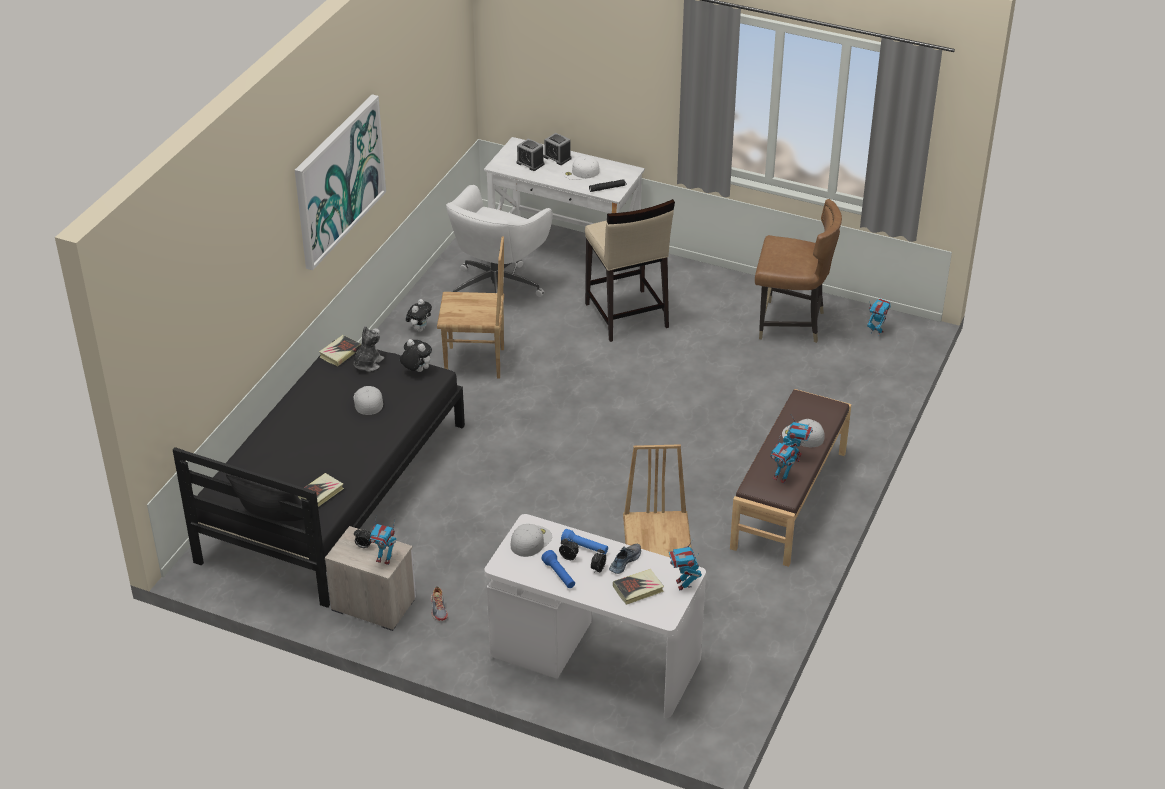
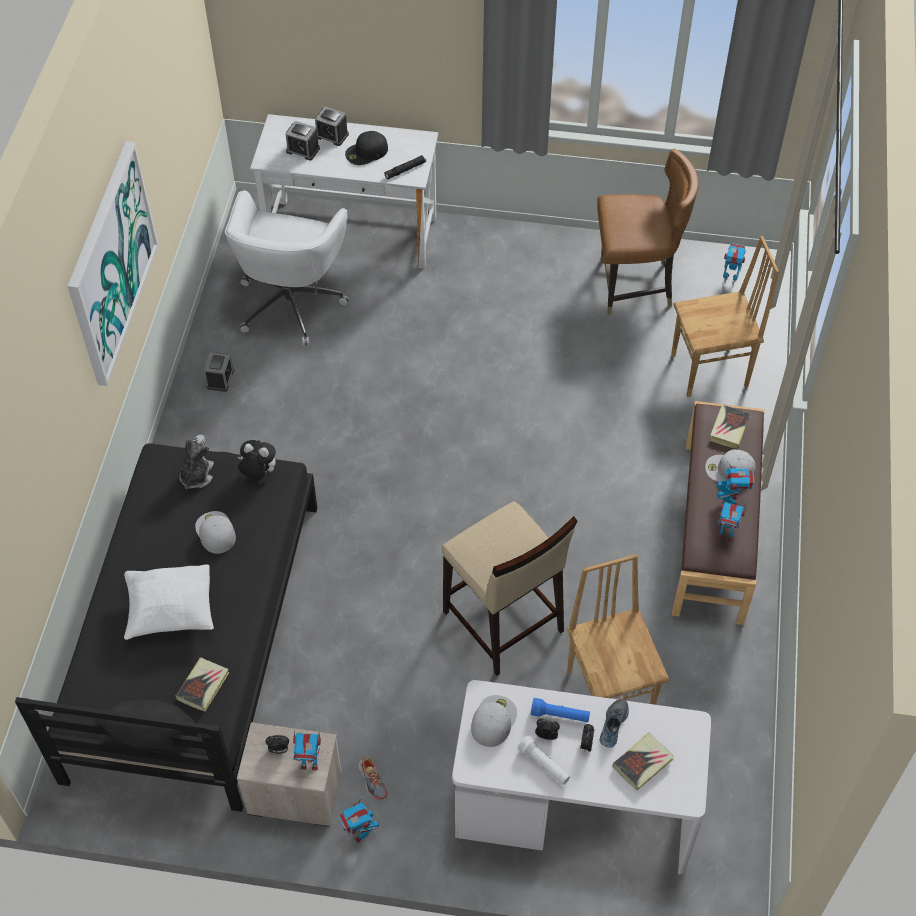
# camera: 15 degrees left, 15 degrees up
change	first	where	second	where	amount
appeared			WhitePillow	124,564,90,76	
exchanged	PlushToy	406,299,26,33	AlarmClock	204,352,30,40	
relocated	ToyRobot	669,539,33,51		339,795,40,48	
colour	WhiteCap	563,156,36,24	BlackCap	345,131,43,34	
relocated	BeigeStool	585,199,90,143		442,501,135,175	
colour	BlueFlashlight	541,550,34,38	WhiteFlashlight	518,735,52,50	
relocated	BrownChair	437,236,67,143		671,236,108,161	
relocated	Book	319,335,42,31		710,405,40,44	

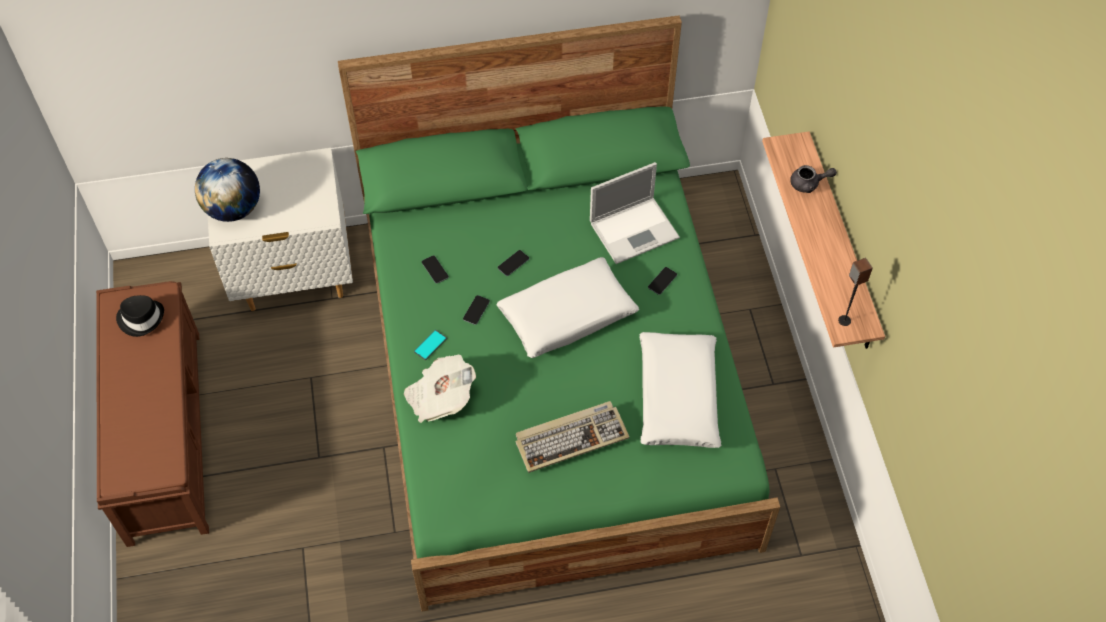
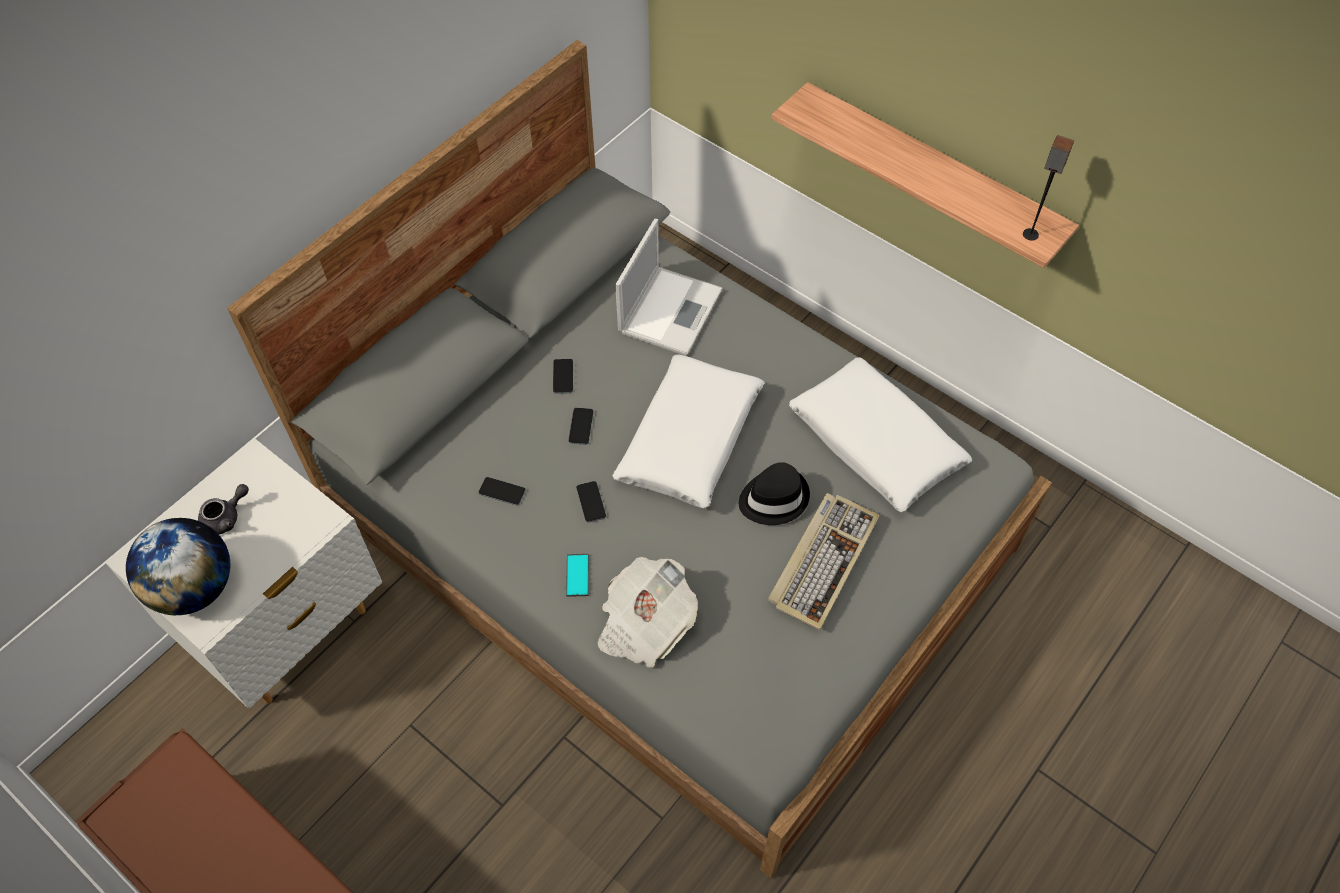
# camera: 40 degrees left, 0 degrees up
change	first	where	second	where	amount
relocated	GreyTeapot	790,165,47,28		198,484,51,51	
colour	GreenBed	338,15,442,596	GreyBed	227,40,825,838	
relocated	Phone	648,267,29,28		553,359,20,35	
relocated	BlackHat	116,295,48,42		739,462,71,63	

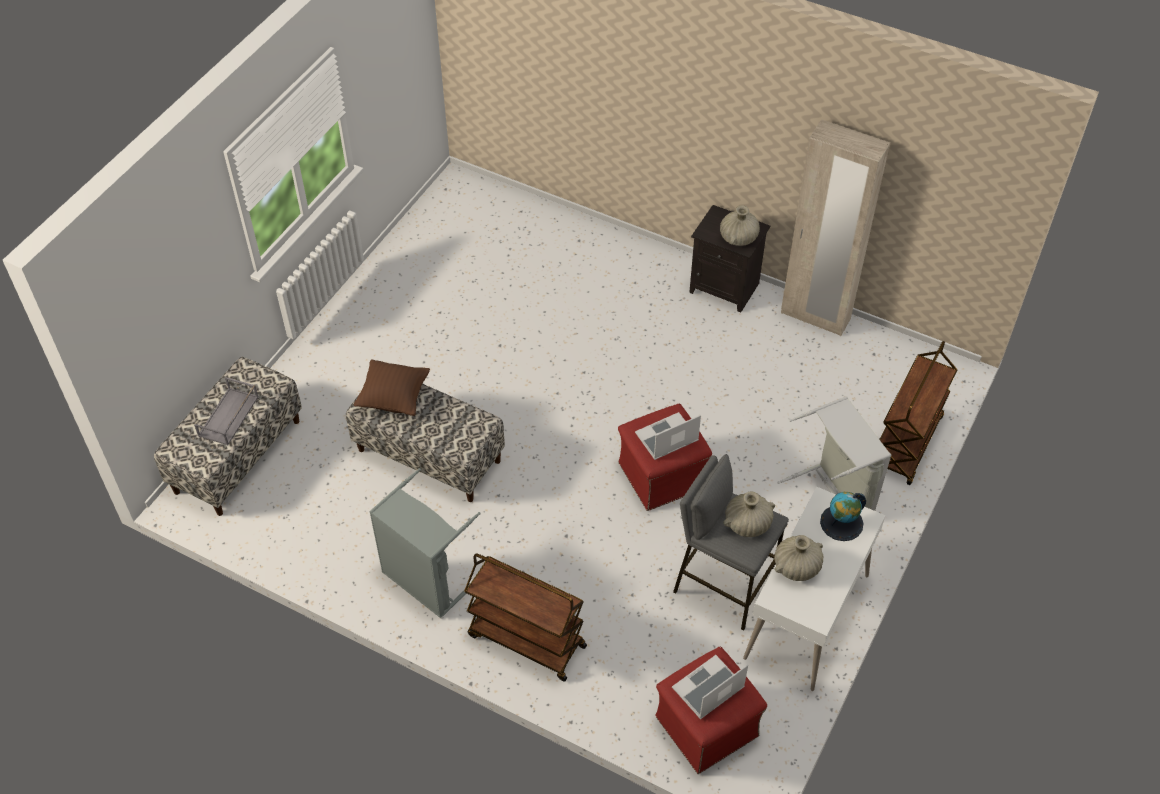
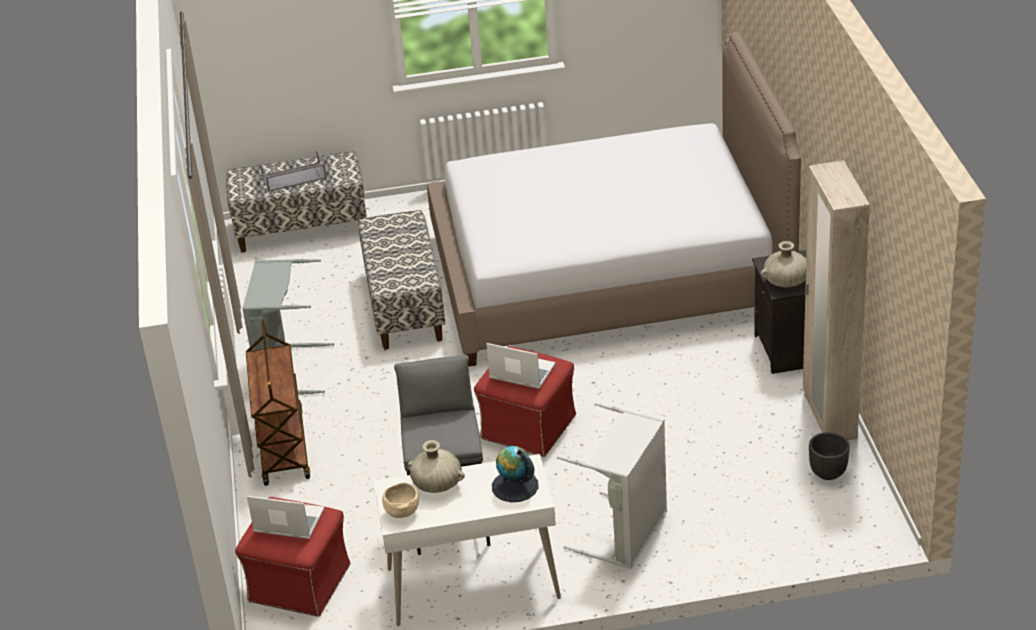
# camera: 55 degrees right, 15 degrees down
change	first	where	second	where	amount
appeared			BeigeBowl	382,482,37,36	
appeared			Bed	427,32,374,335	
appeared			BlackPlanter	809,432,41,48	
missing	BrownPillow	354,359,76,57			
missing	BeigeVase	723,491,52,46			
missing	BrownCart	879,341,79,144			

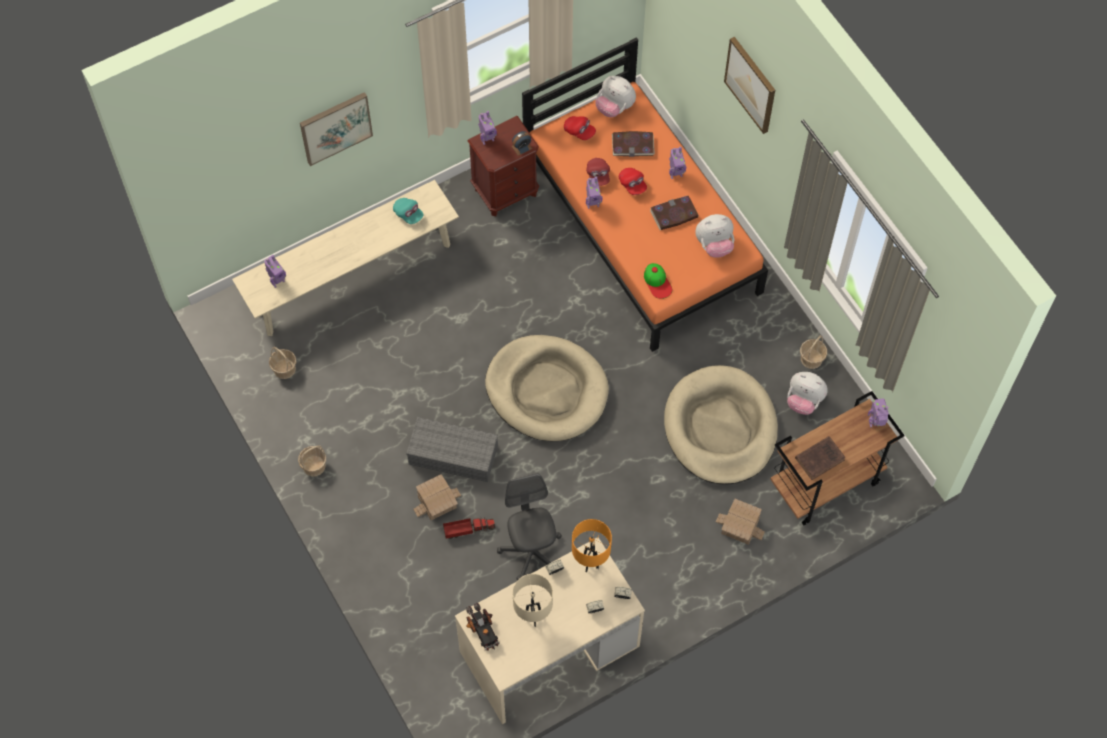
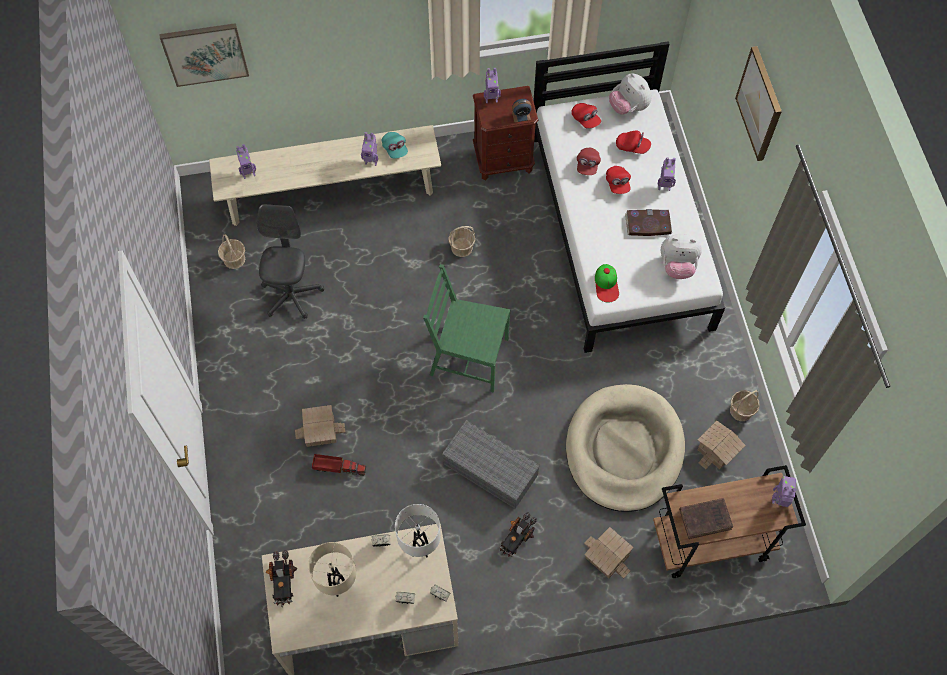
# camera: 20 degrees right, 0 degrees up
change	first	where	second	where	amount
relocated	Picture	300,92,73,74		159,23,90,64	
relocated	GreyOfficeChair	497,473,65,107		257,204,67,115	
relocated	ToyRobot	586,177,16,32		361,132,17,34	
colour	OrangeTableLamp	572,519,40,53	WhiteTableLamp	395,504,46,53	
exchanged	BeigeDogBed	485,335,124,106	GreenChair	423,264,87,129	
relocated	GreyStorageBox	406,417,92,65		442,420,98,89	
relocated	Basket	298,446,28,30		448,226,27,31	
appeared			ToyTruck	499,512,38,45	
colour	OrangeBed	522,37,246,315	WhiteBed	533,41,192,312	
exchanged	Book	612,131,43,26	RedCap	616,130,35,24	
exchanged	PlushToy	787,372,41,43	ToyHouse	697,421,49,49	

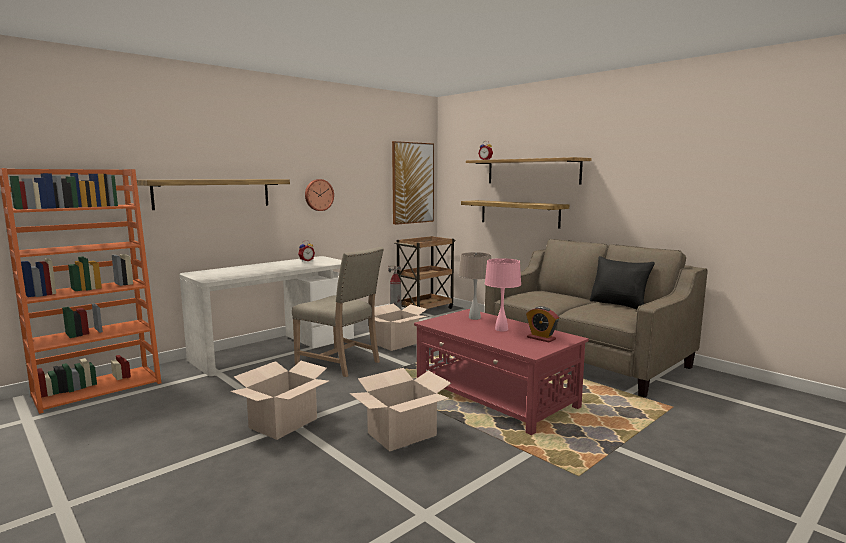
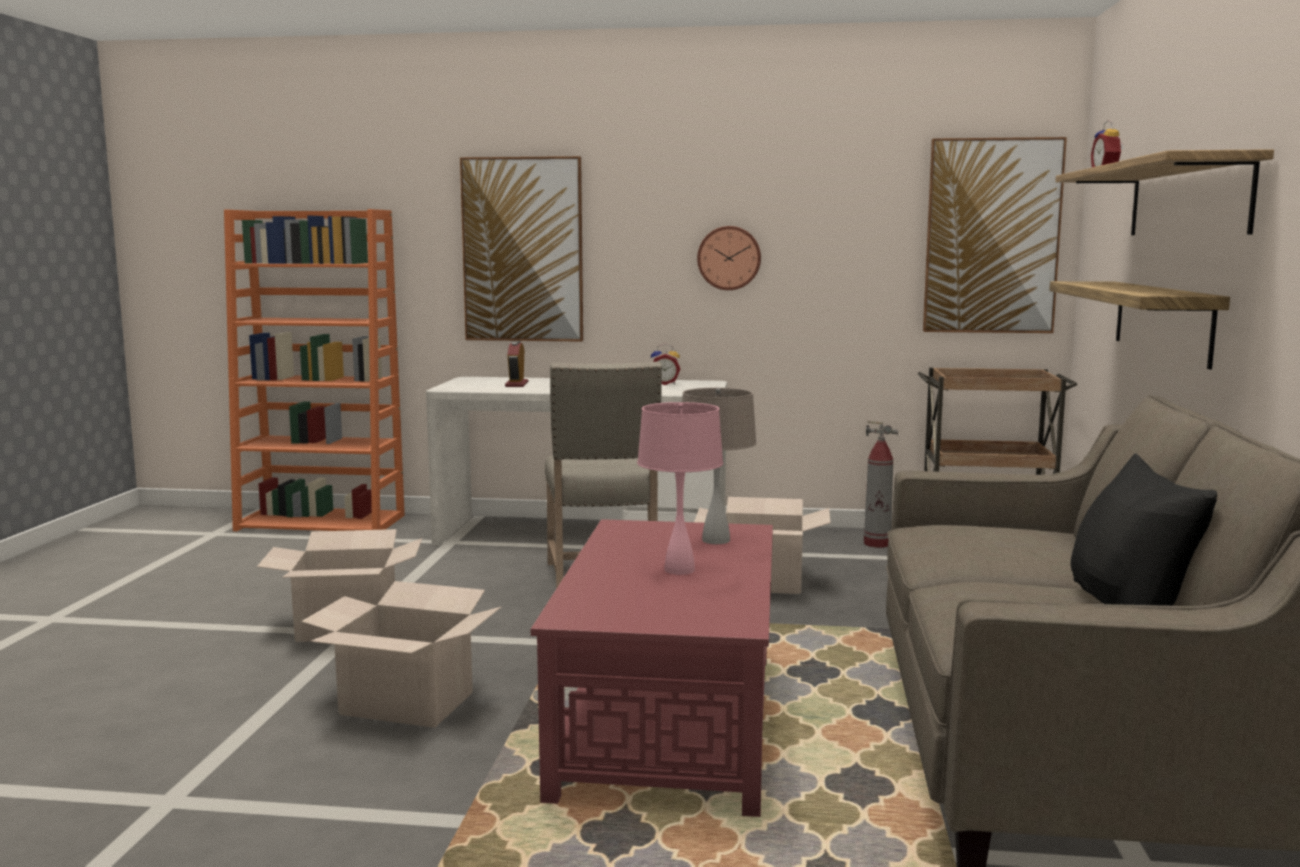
# camera: 50 degrees right, 0 degrees up
change	first	where	second	where	amount
exchanged	Shelf	137,179,153,31	Picture	460,156,123,186	
relocated	AlarmClock	526,306,33,37		505,341,23,46	

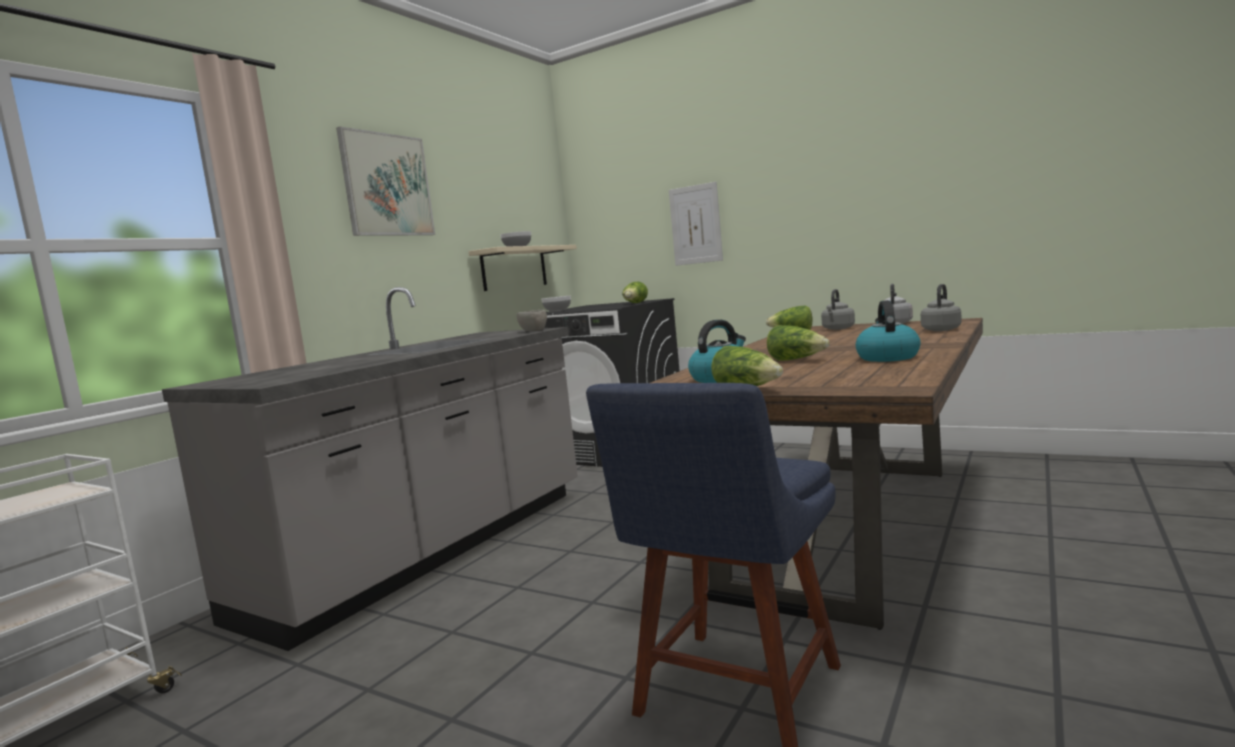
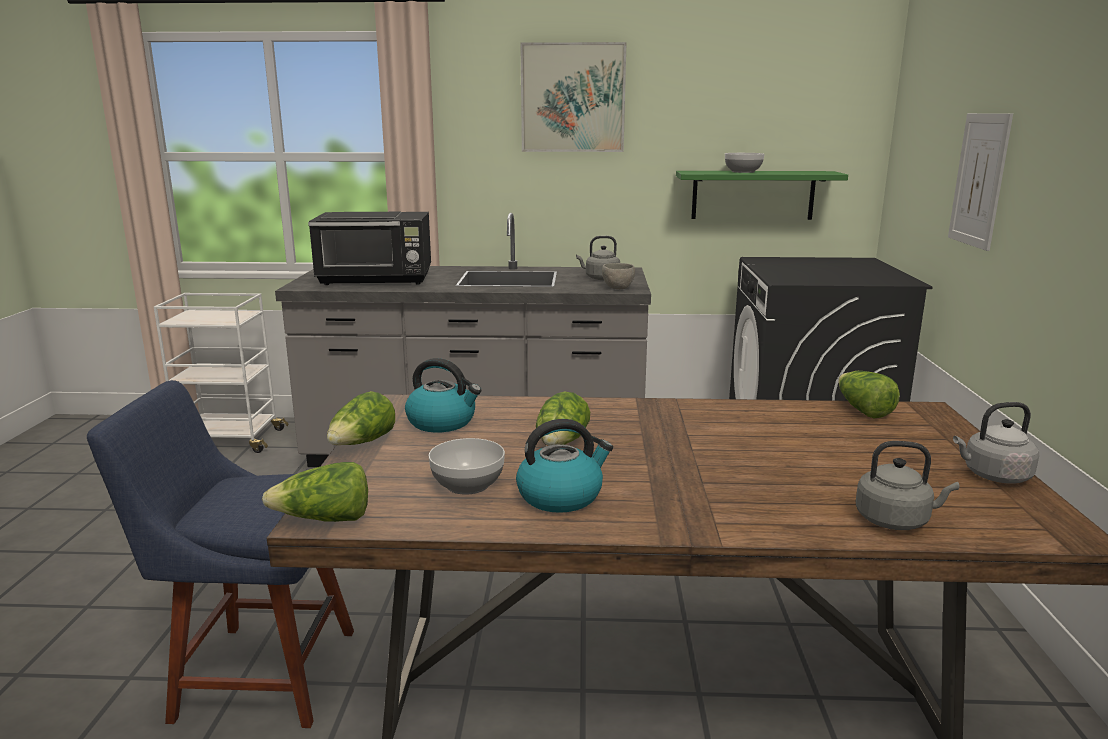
# camera: 60 degrees right, 10 degrees up
change	first	where	second	where	amount
relocated	Lettuce	622,282,26,21		262,462,106,60	
appeared			BlackMicrowave	308,212,123,73	
relocated	Bowl	541,296,30,16		428,438,77,56	
relocated	GreyKettle	821,289,34,41		576,236,44,44	
colour	BeigeShelf	468,245,109,46	GreenShelf	676,171,172,49	

